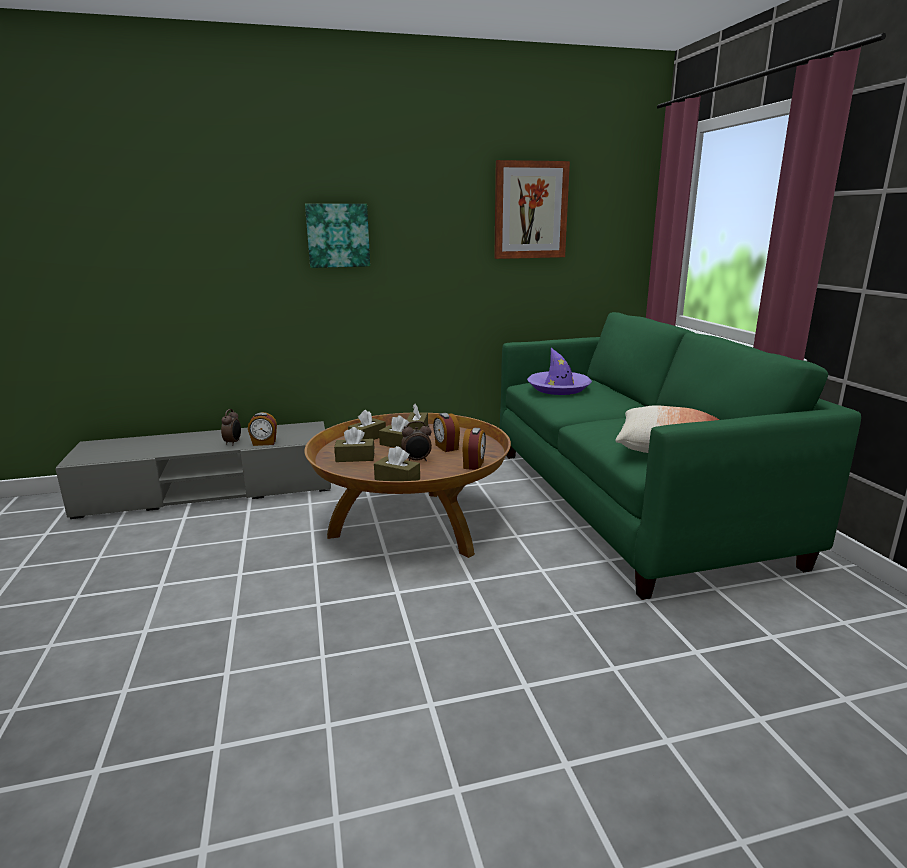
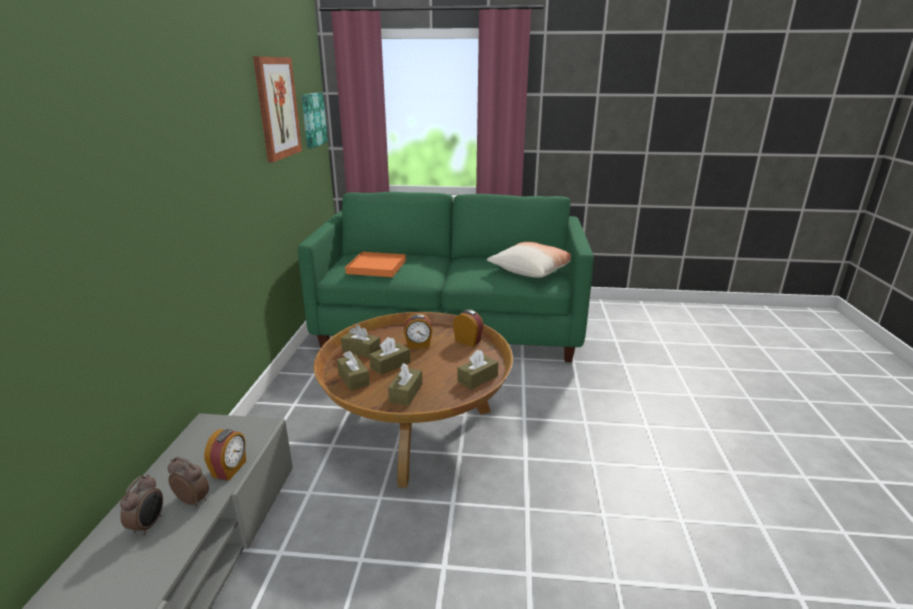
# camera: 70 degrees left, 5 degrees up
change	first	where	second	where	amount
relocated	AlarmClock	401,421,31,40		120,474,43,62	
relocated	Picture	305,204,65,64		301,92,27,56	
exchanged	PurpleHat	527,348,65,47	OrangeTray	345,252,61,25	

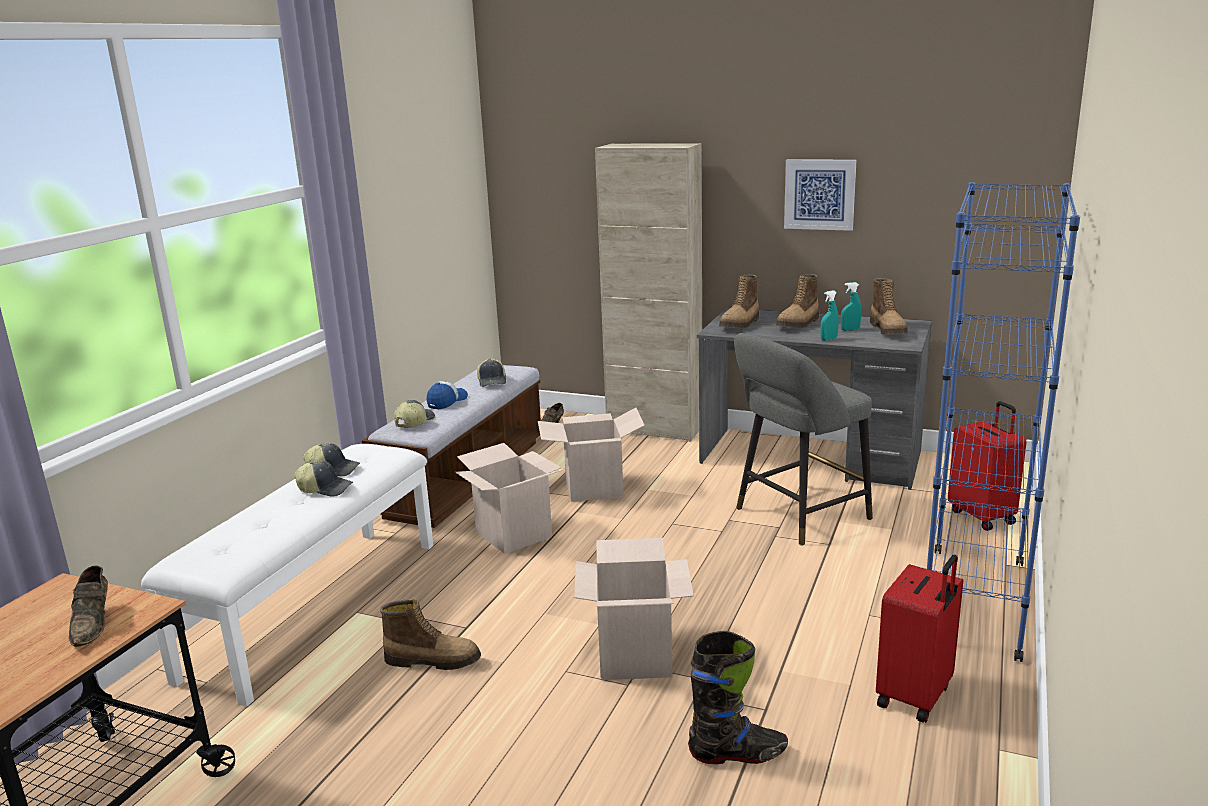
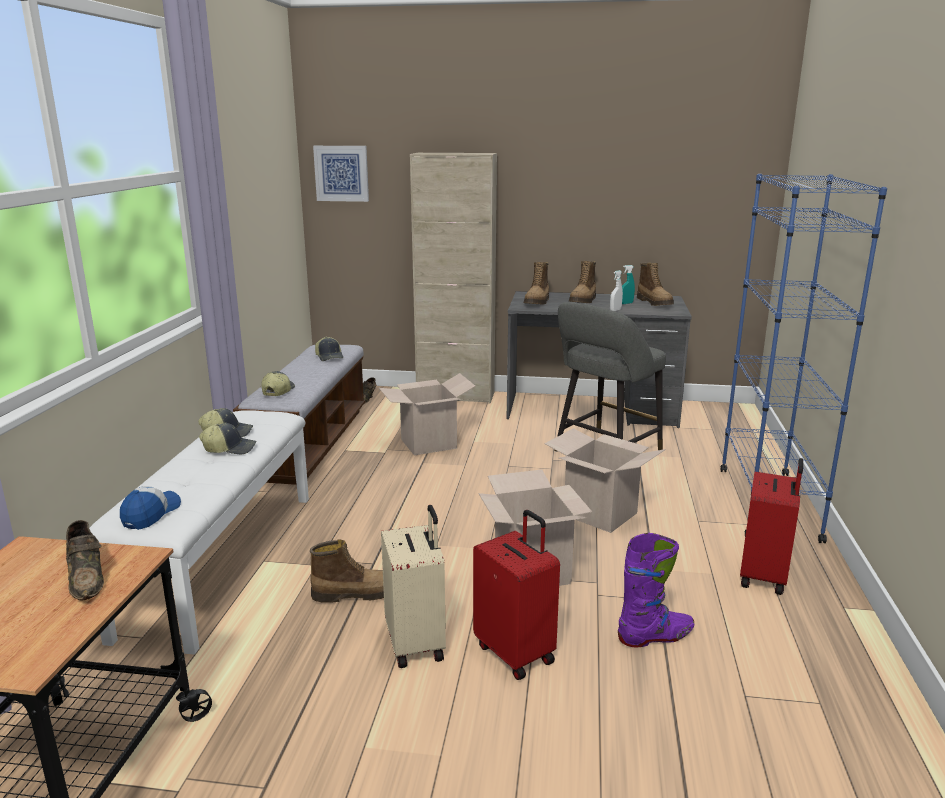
# camera: 15 degrees left, 0 degrees up
change	first	where	second	where	amount
relocated	Cap	427,381,41,29		120,486,61,44	
relocated	Picture	784,159,73,72		313,146,56,56	
appeared			BeigeSuitcase	381,505,65,163	
relocated	RedSuitcase	948,401,79,130		473,510,87,170	
relocated	CardboardBox	455,443,107,111		545,428,121,105	
colour	TurquoiseSprayBottle	820,290,19,51	WhiteSprayBottle	610,270,13,41	
colour	BlackBoot	688,631,100,133	PurpleBoot	618,533,77,115	

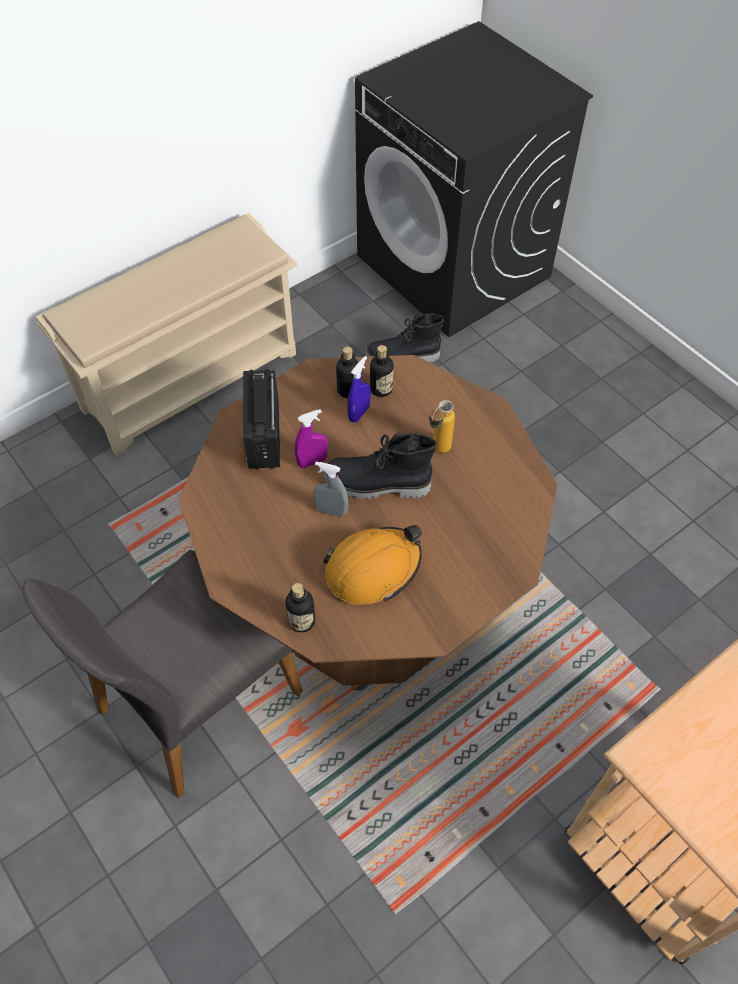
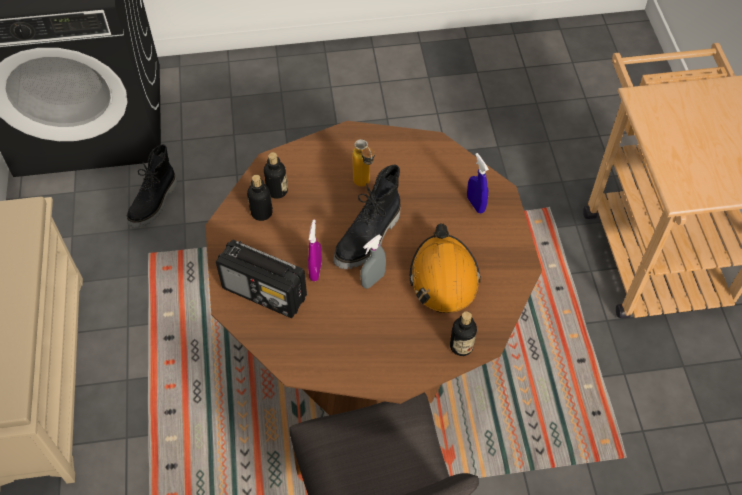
# camera: 60 degrees left, 0 degrees up
change	first	where	second	where	amount
relocated	BlueSprayBottle	347,356,24,67		467,153,22,60	

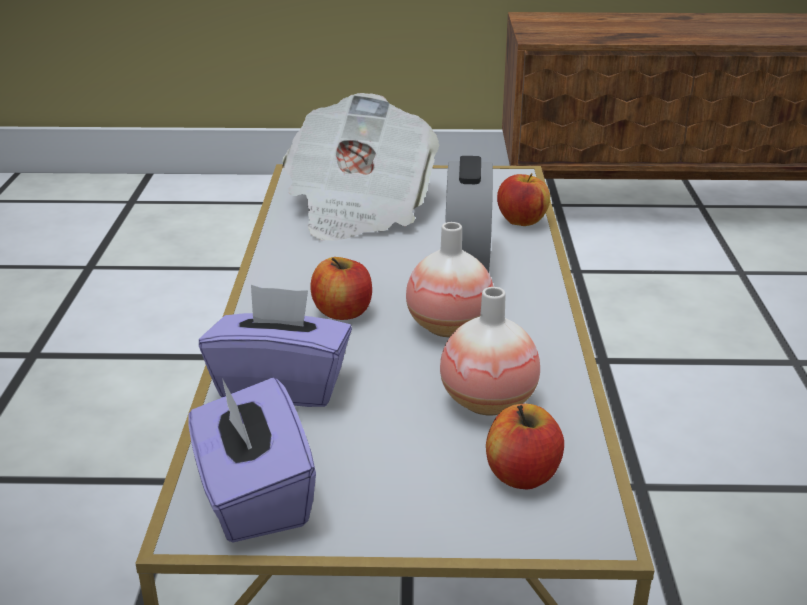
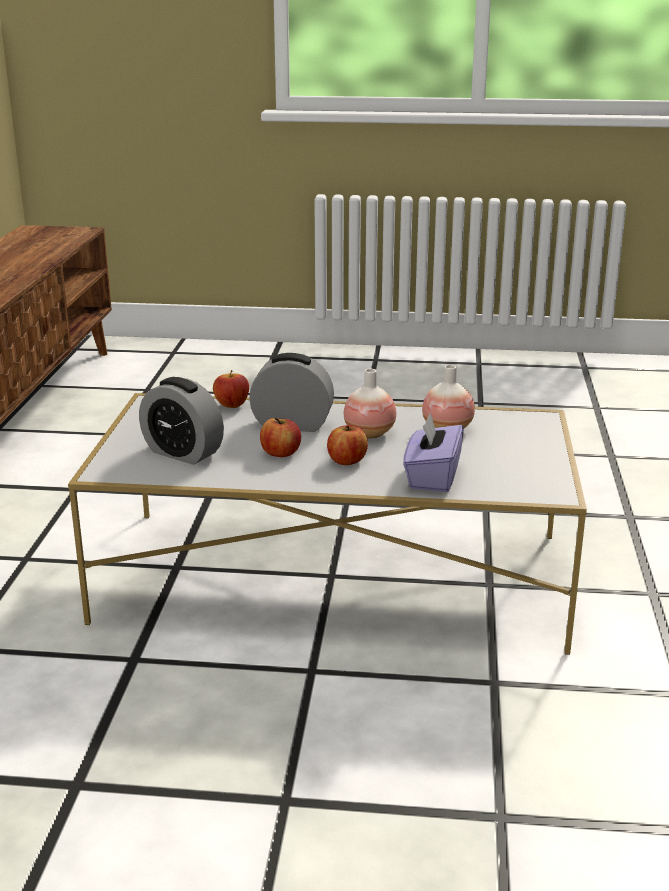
# camera: 85 degrees left, 5 degrees down
change	first	where	second	where	amount
exchanged	Newspaper	282,93,158,147	AlarmClock	139,377,85,88	
relocated	Apple	486,404,78,85		260,418,41,39	
missing	PurpleTissueBox	188,378,128,164			

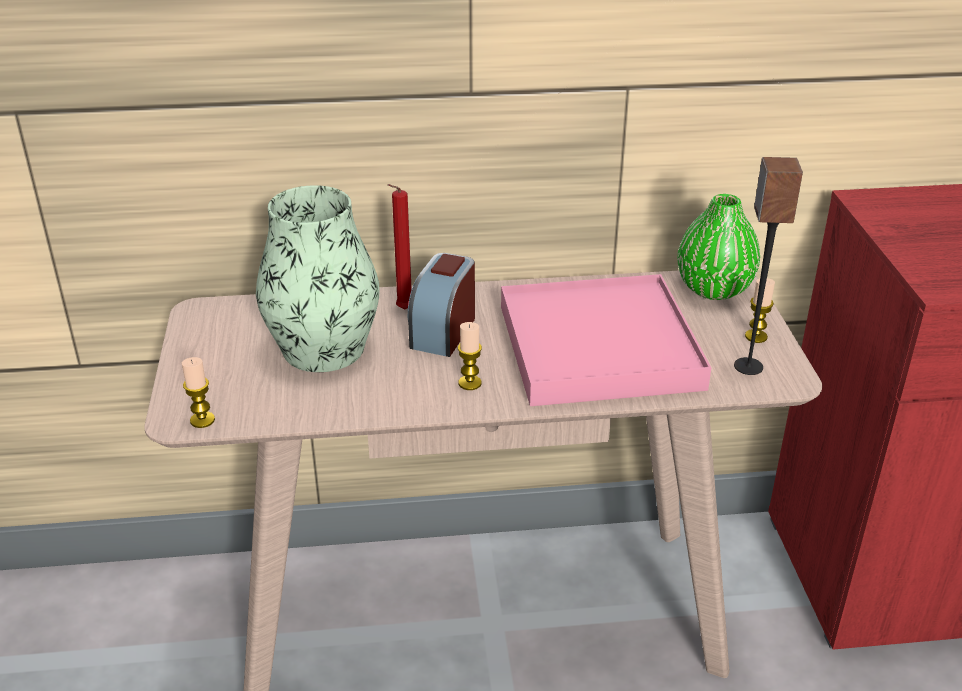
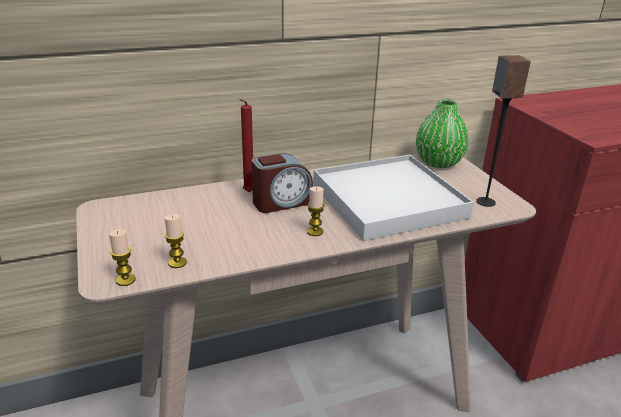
# camera: 15 degrees left, 5 degrees down
change	first	where	second	where	amount
relocated	Candle	745,278,30,65		165,214,22,54	
spun	AlarmClock	408,253,67,104		252,153,61,60	120 degrees counterclockwise
colour	PinkTray	501,274,210,132	WhiteTray	313,155,161,86	
missing	Vase	256,185,123,187			

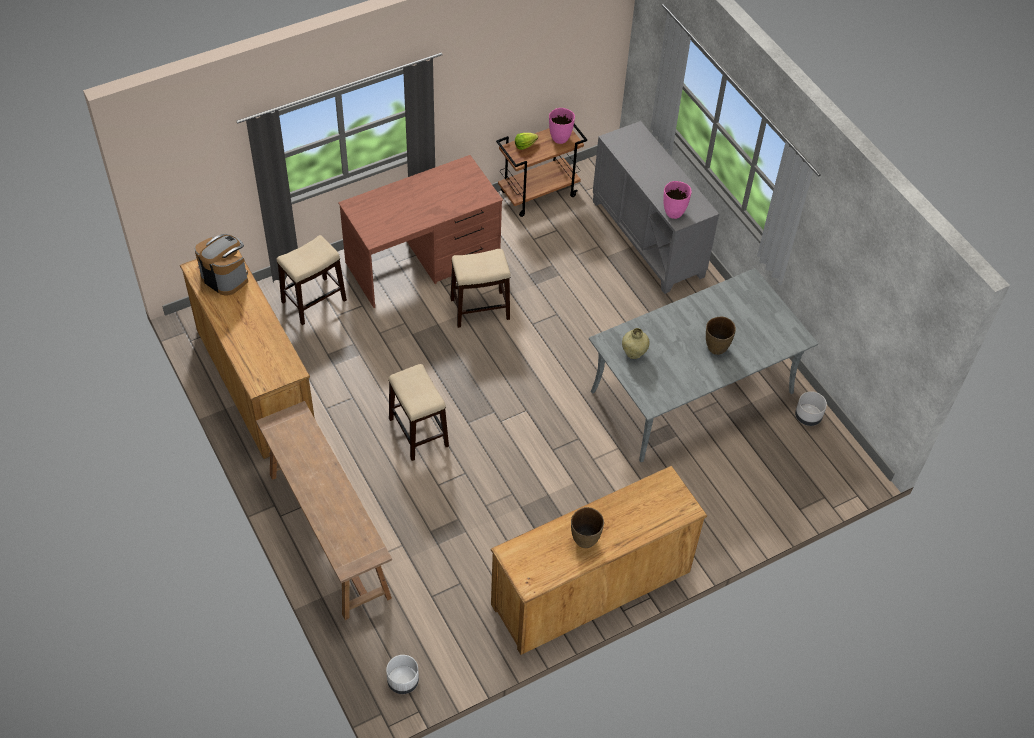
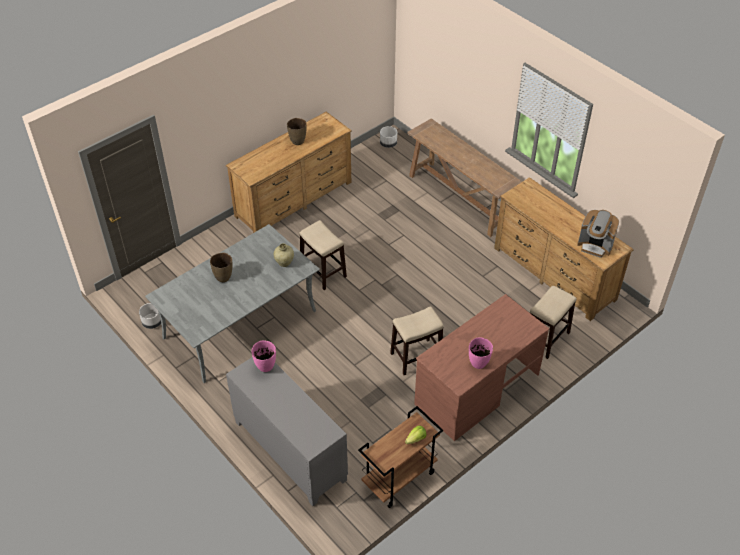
# camera: 170 degrees right, 5 degrees down
change	first	where	second	where	amount
relocated	Stool	389,364,60,97		299,220,48,70	
relocated	PinkVase	549,108,26,36		469,337,24,32	

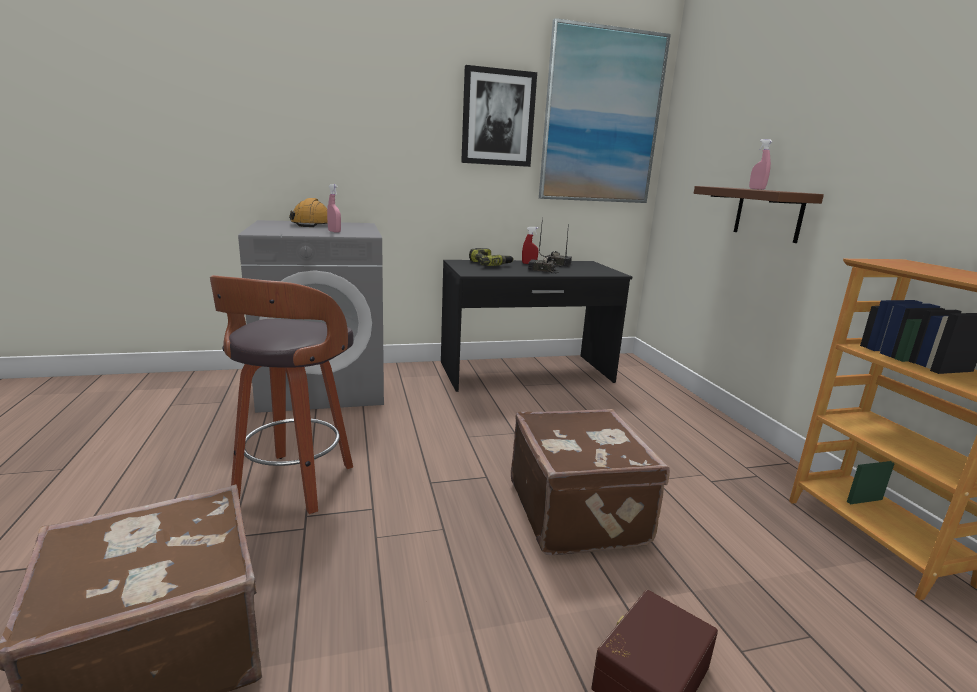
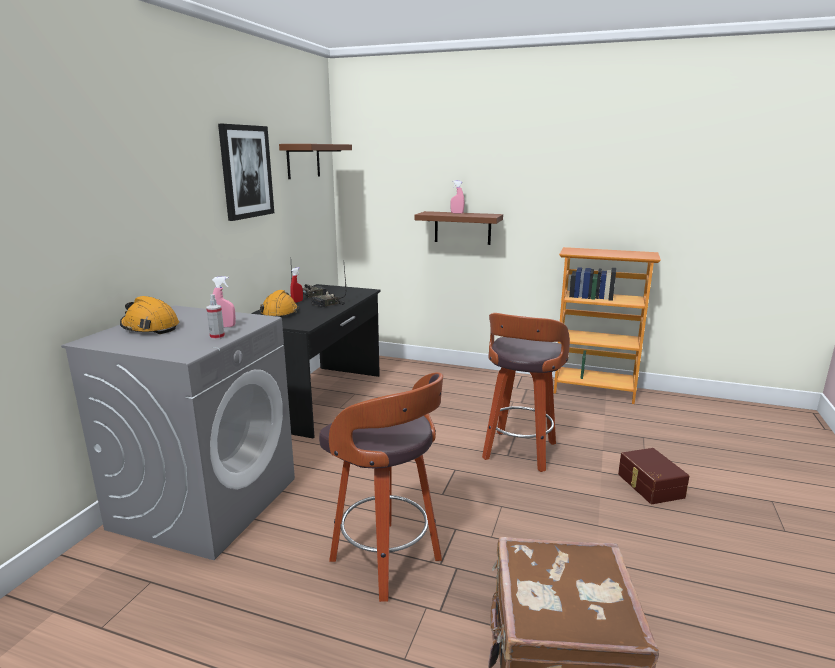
# camera: 55 degrees left, 0 degrees up
change	first	where	second	where	amount
appeared			SprayBottle	206,294,19,46	
exchanged	PowerDrill	469,248,45,18	OrangeHardHat	260,290,38,27	
exchanged	Picture	539,18,132,185	BrownShelf	279,144,73,35	
exchanged	BrownSuitcase	511,409,159,146	Stool	482,313,88,159	

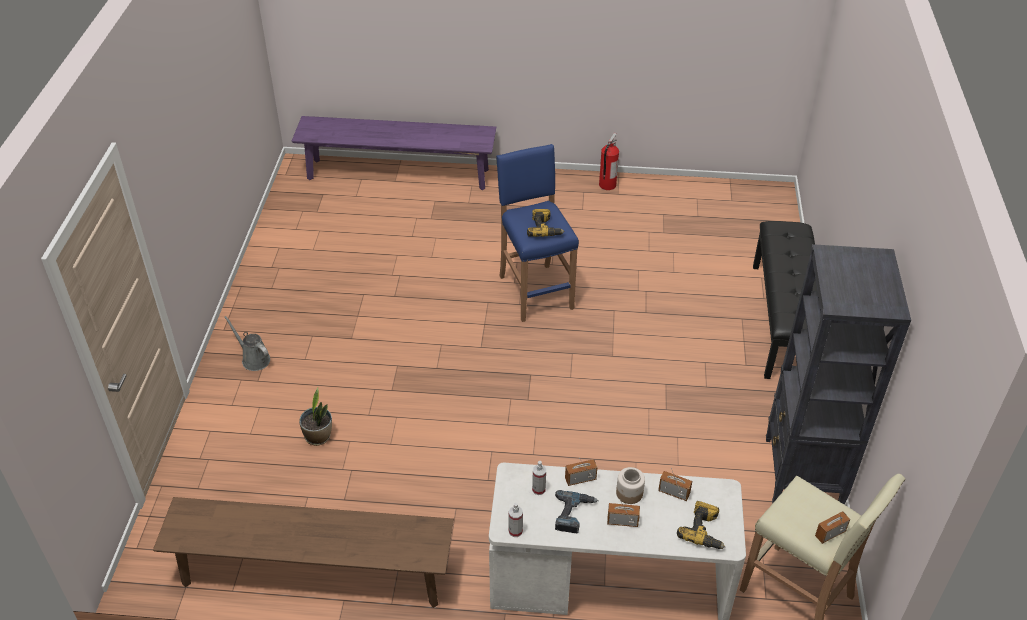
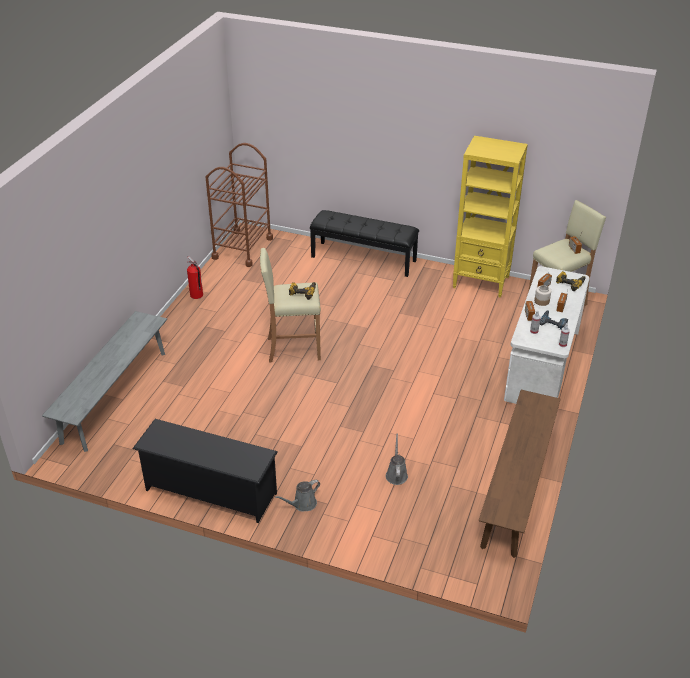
# camera: 75 degrees left, 5 degrees down
change	first	where	second	where	amount
colour	PurpleBench	292,116,204,74	GreyBench	42,311,125,141	
appeared			BlackShoeRack	132,419,146,104	
appeared			BrownCart	206,143,67,124	
colour	BlueStool	496,144,83,178	BeigeStool	260,248,61,114	
exchanged	PottedPlant	299,388,33,58	GreyWateringCan	386,434,22,51	
colour	BlackBookcase	766,244,145,261	YellowBookcase	453,136,75,162	

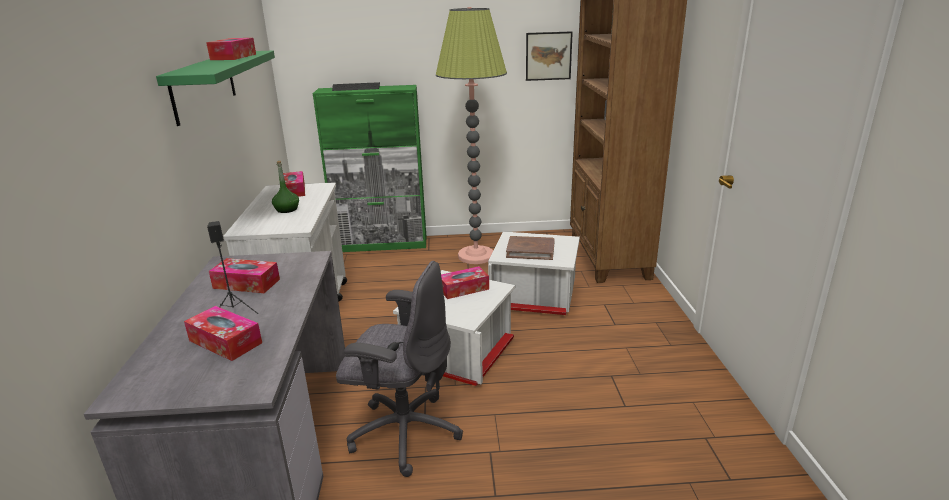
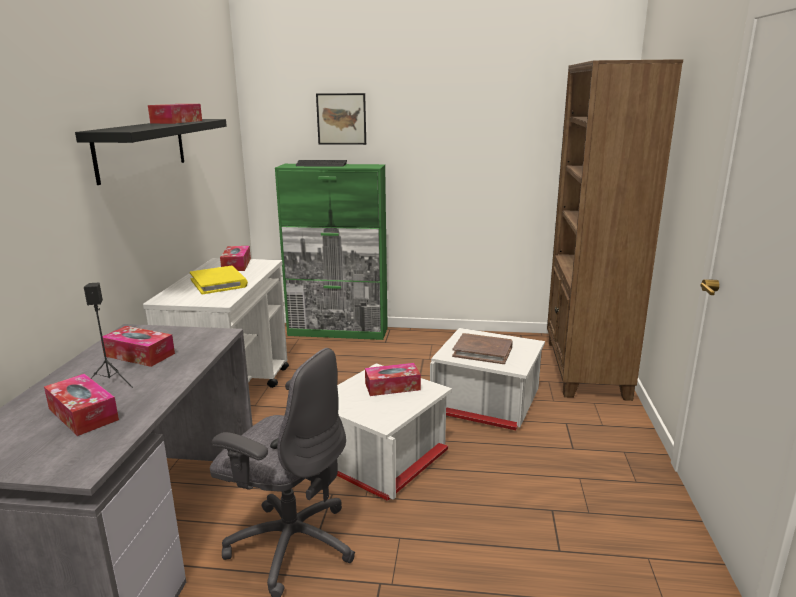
# camera: 10 degrees right, 5 degrees down
change	first	where	second	where	amount
colour	GreenShelf	156,50,119,76	BlackShelf	75,119,152,66	
exchanged	GreenBottle	272,161,27,52	YellowBook	190,266,58,28	
relocated	Picture	526,31,47,50		316,93,50,52	
missing	FloorLamp	436,7,71,257			

